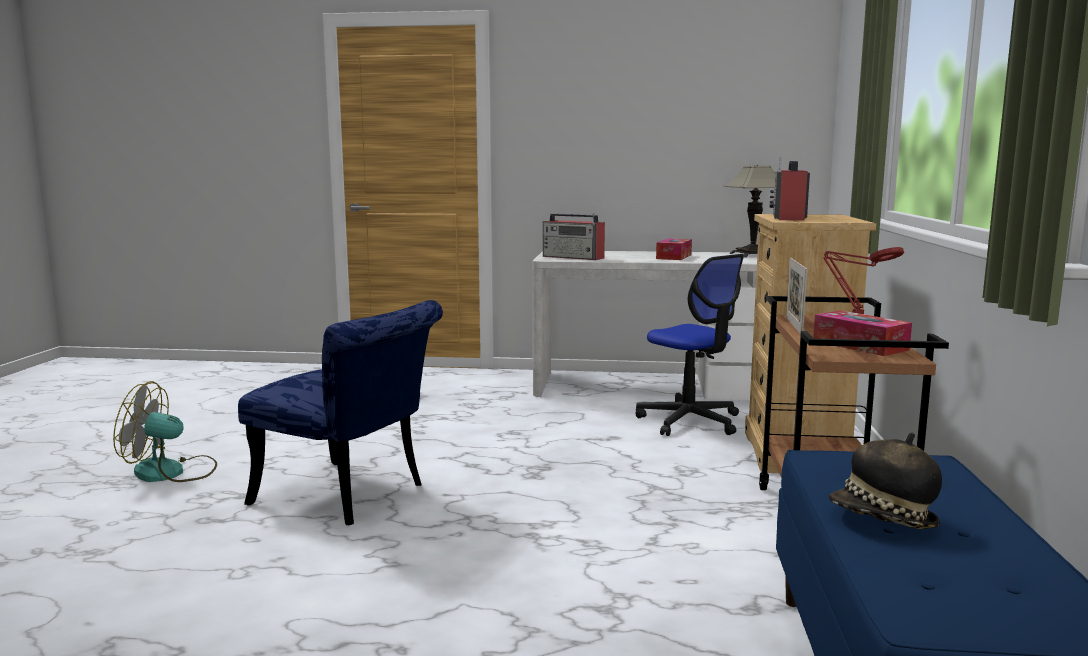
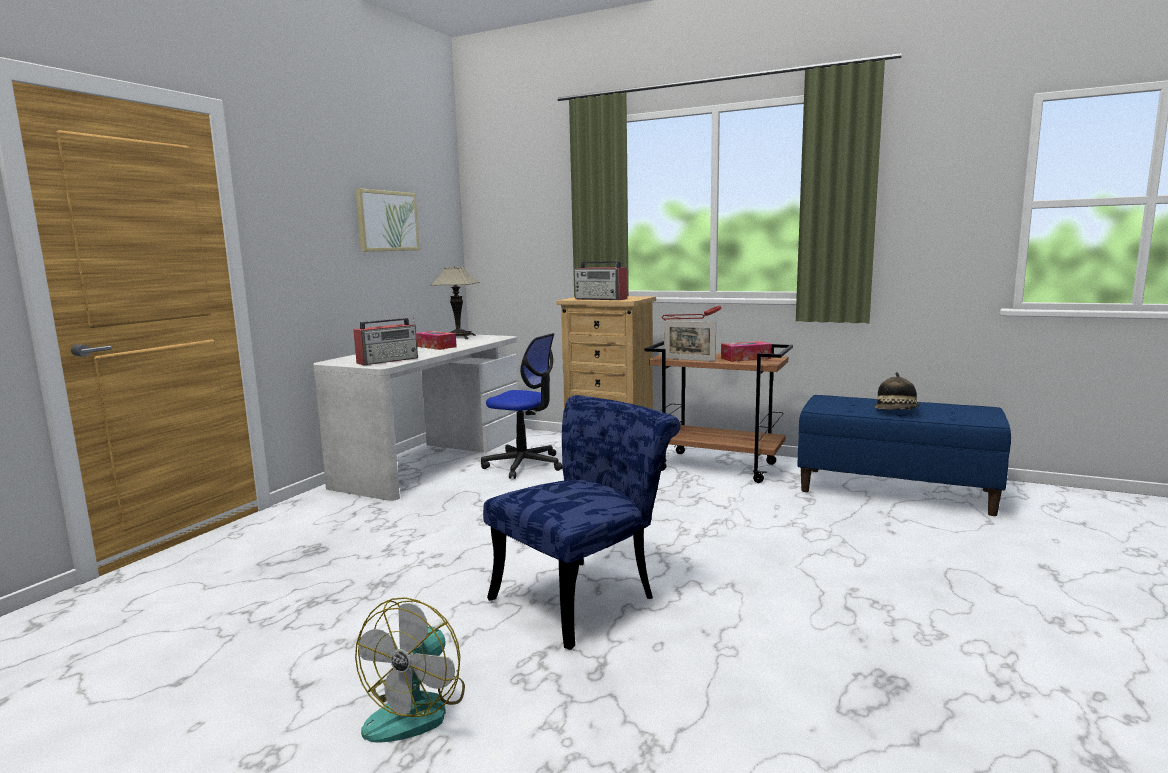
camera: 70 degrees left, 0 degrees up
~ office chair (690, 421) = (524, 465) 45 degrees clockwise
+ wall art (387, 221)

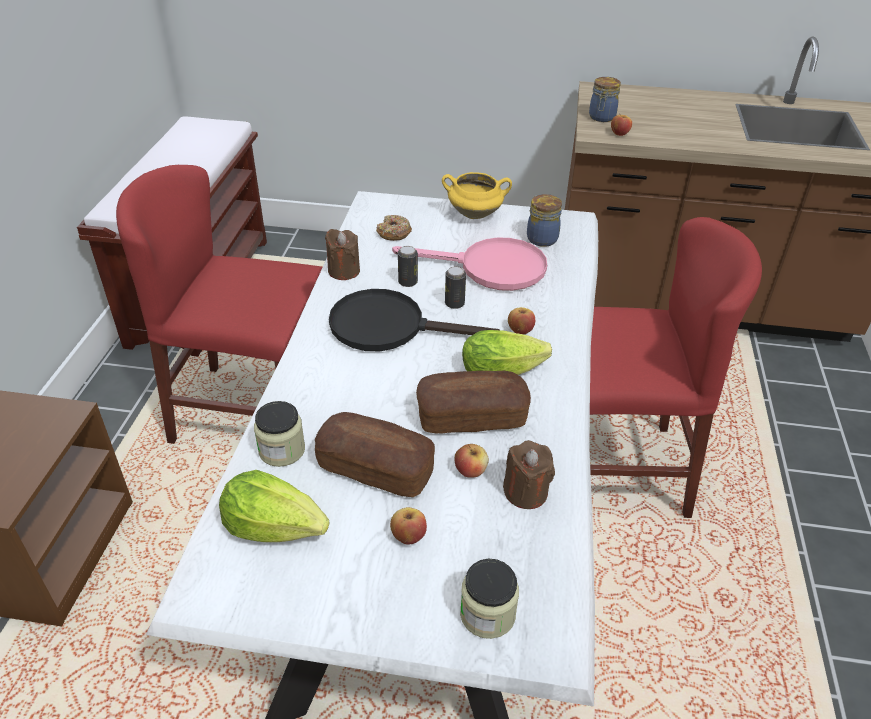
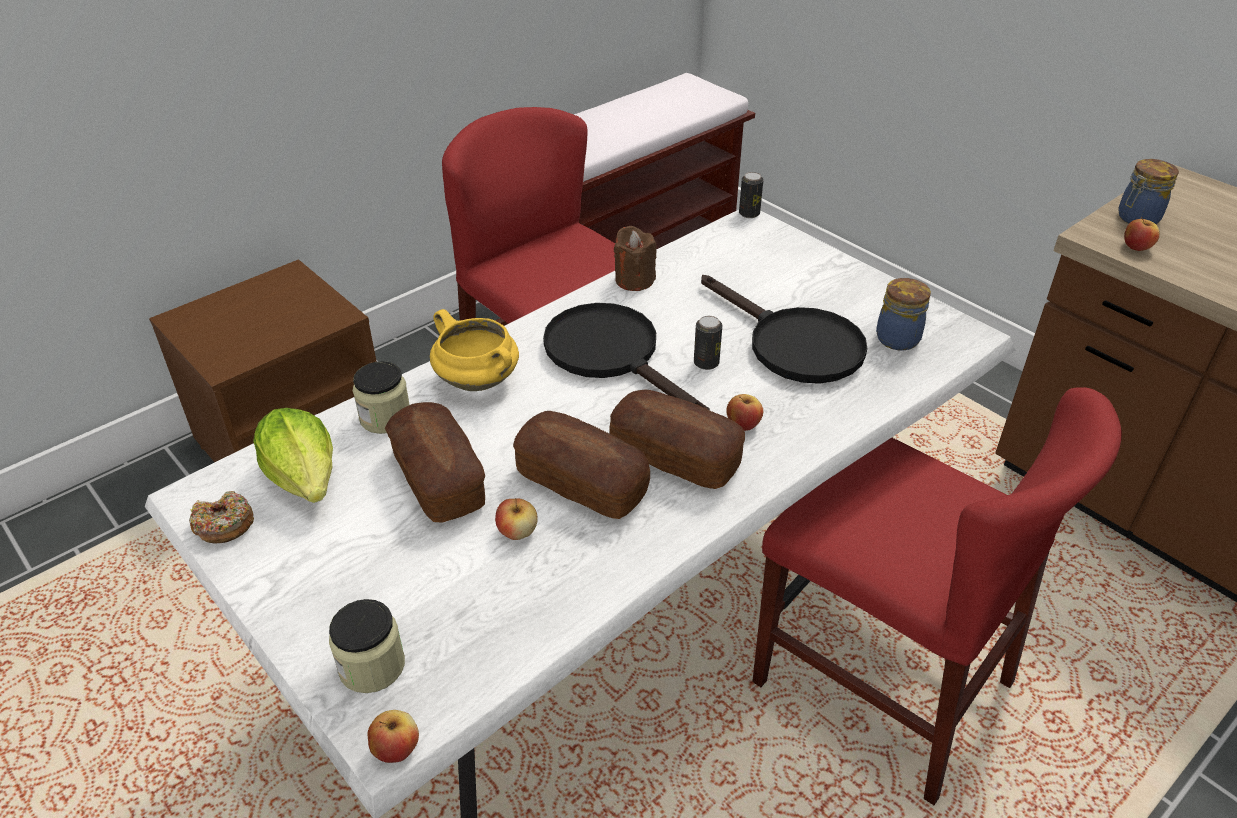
camera: 40 degrees right, 0 degrees up
~ donut (394, 233) to (224, 525)
~ apple (408, 536) to (396, 749)
~ frying pan (pinkish) (490, 268) to frying pan (blackish) (793, 344)
~ sealed can (408, 282) to (749, 214)
~ stockpot (yellowish) (475, 214) to (479, 381)
~ lettuce head (506, 370) to baked bread (675, 456)
- candle (brown-coloured) (525, 492)

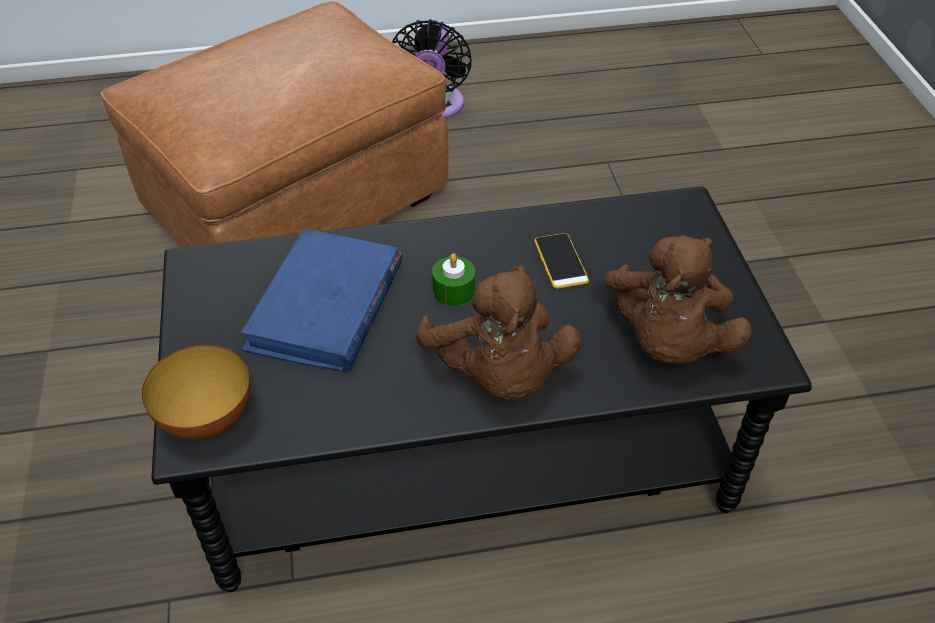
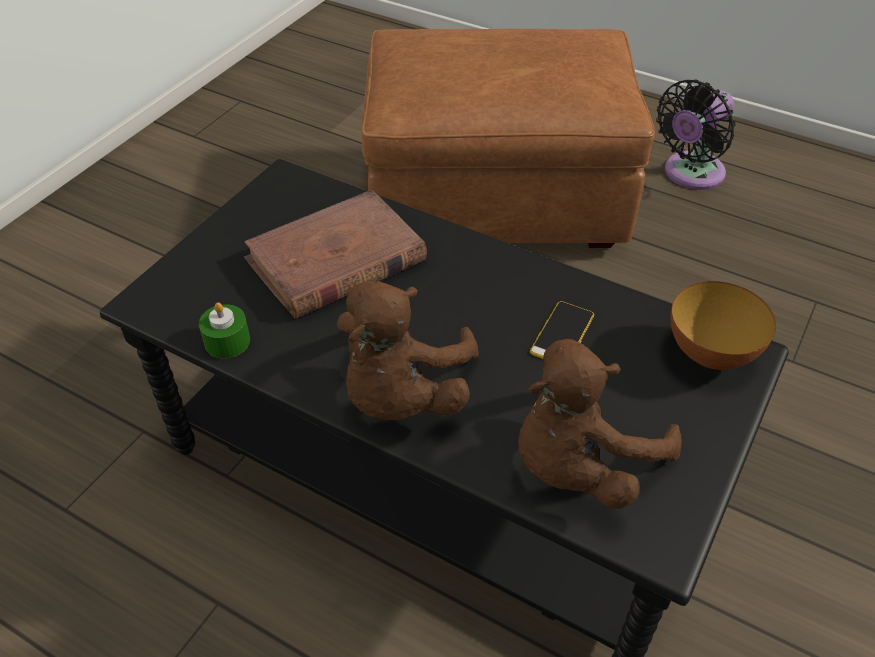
camera: 40 degrees right, 0 degrees up
~ deep dish (207, 420) to (710, 354)
~ bound book (bluish) (326, 307) to bound book (brown-coloured) (335, 261)
~ candle (greenish) (454, 290) to (227, 341)

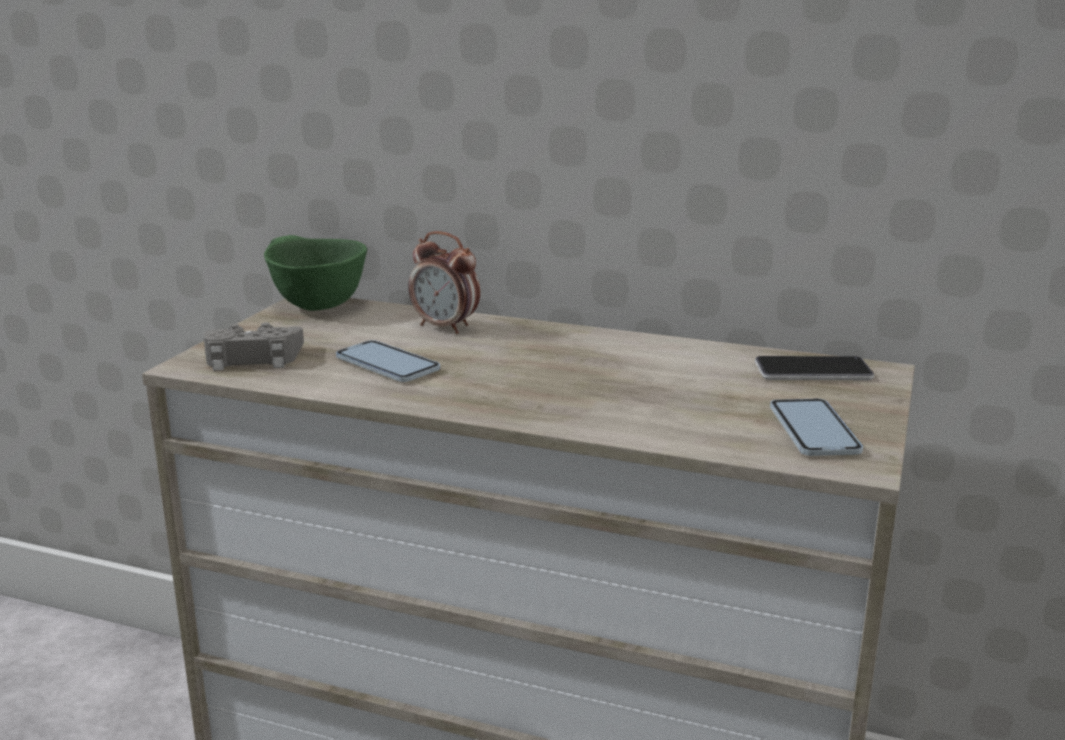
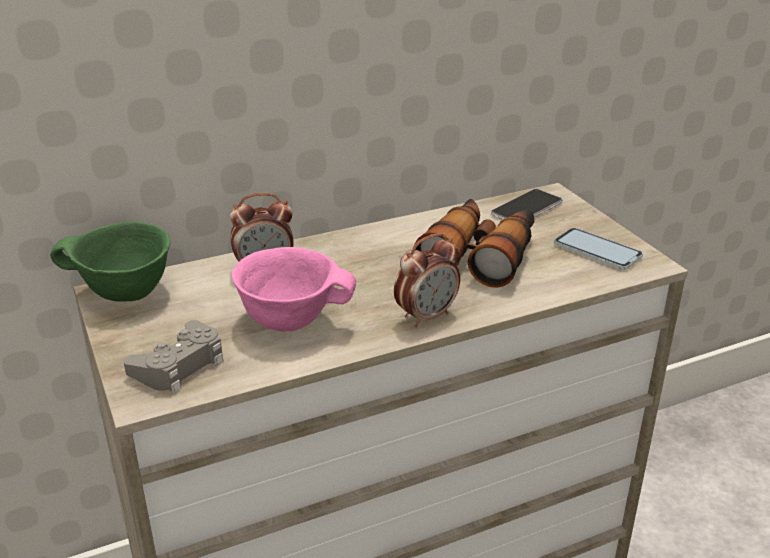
camera: 45 degrees left, 10 degrees up
~ phone (387, 364) to deep dish (pinkish) (291, 320)
+ table clock (426, 316)
+ pair of binoculars (481, 254)

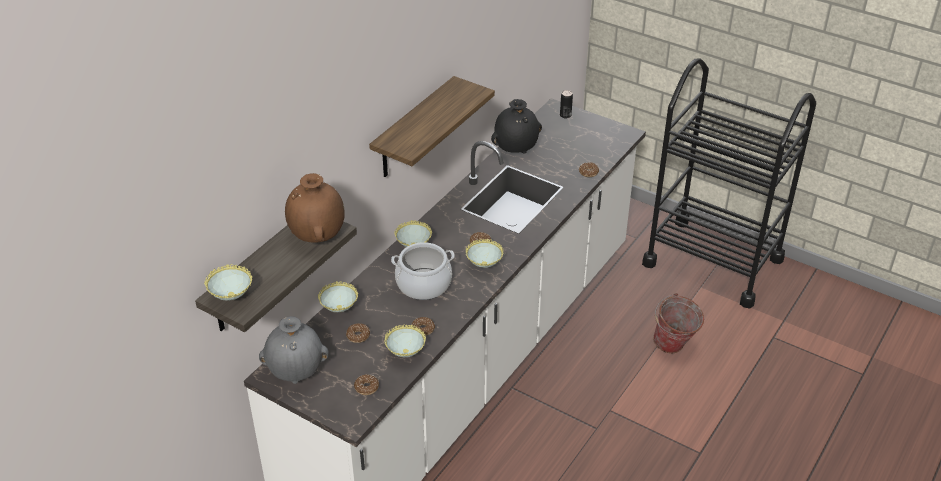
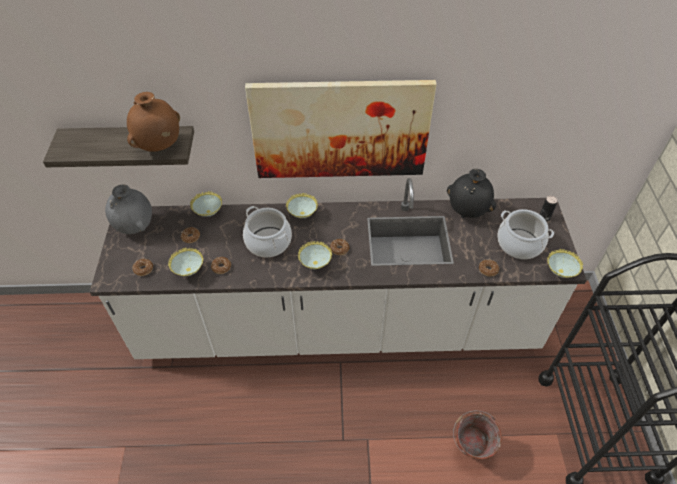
camera: 55 degrees right, 10 degrees up
~ deep dish (231, 298) to (559, 273)
~ shelf (413, 129) to wall art (340, 130)
+ stockpot (519, 244)

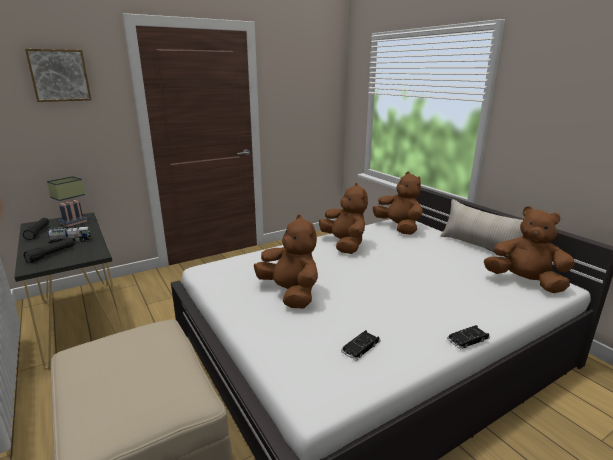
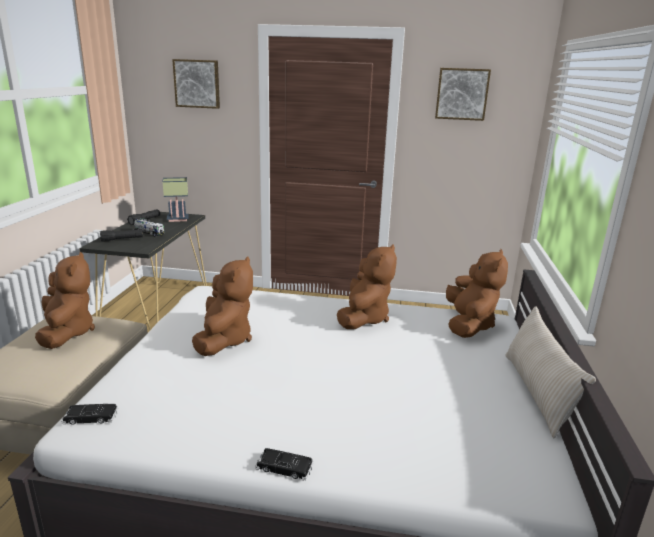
camera: 40 degrees right, 0 degrees up
~ miniature car (blackish) (361, 348) to (91, 417)
~ cuddly toy (brown-coloured) (525, 282) to (67, 333)
+ wall art (462, 94)

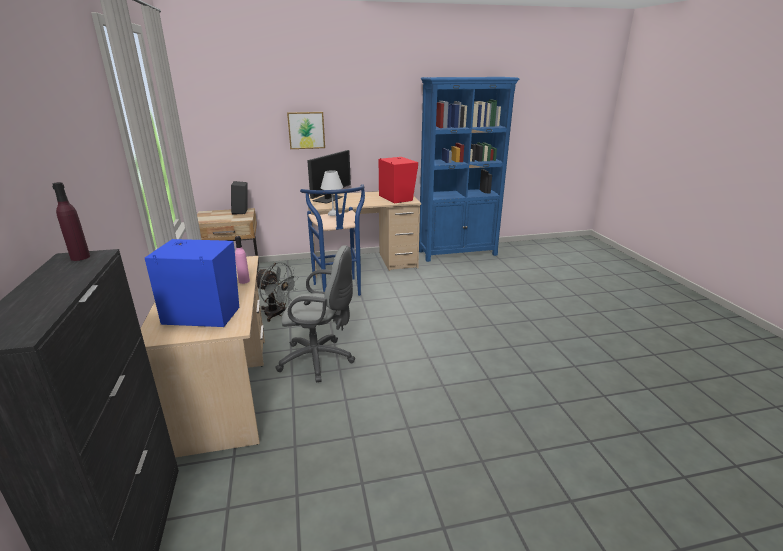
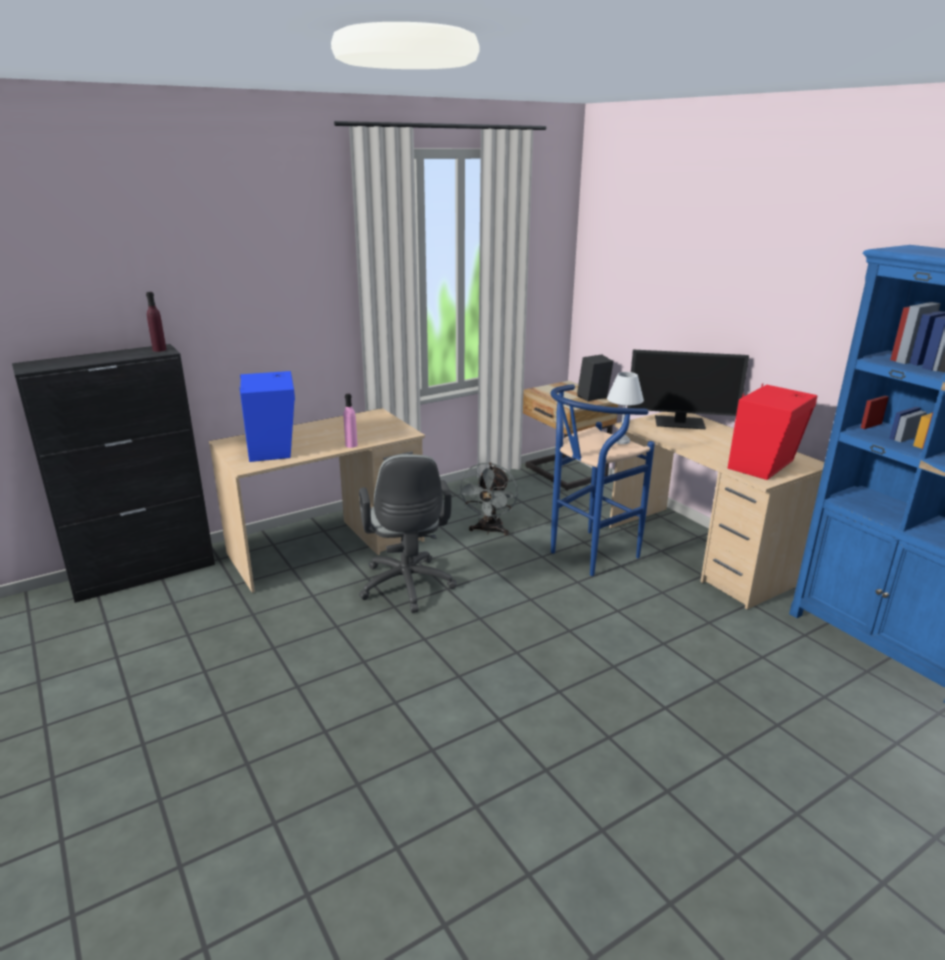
camera: 70 degrees right, 0 degrees up
- wall art (306, 130)

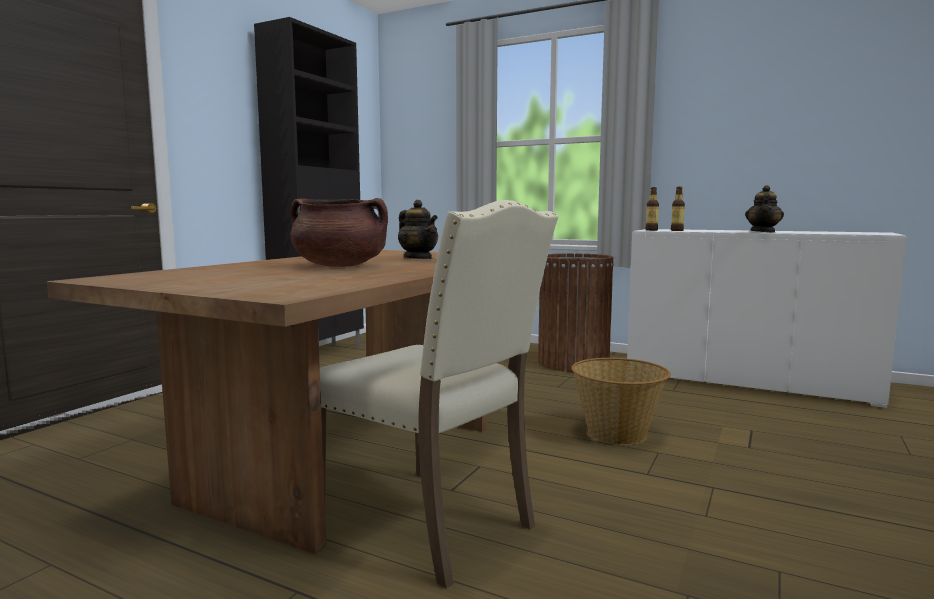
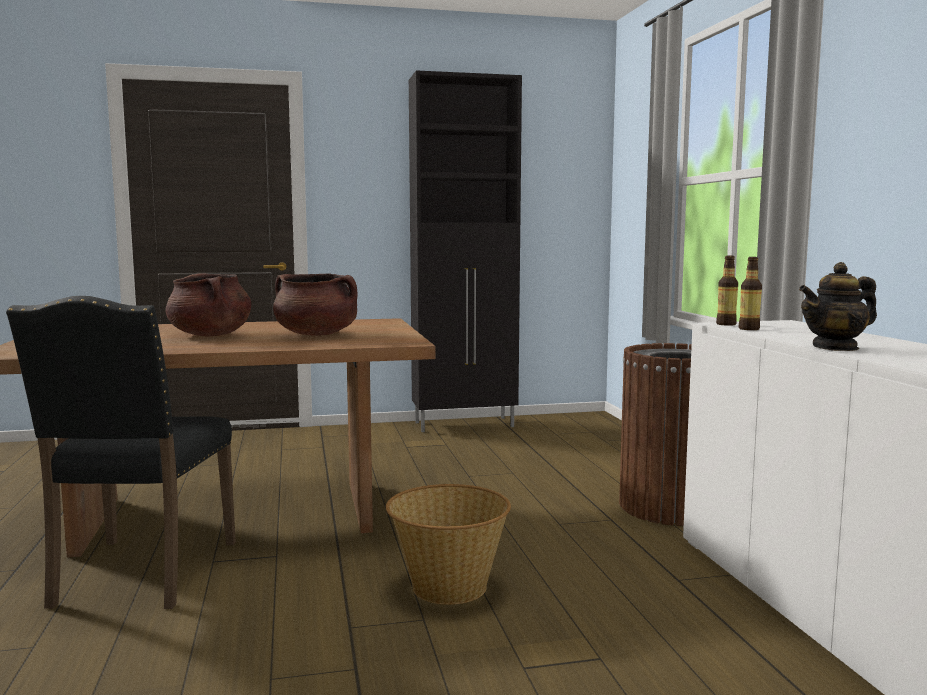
camera: 50 degrees right, 0 degrees up
~ upright chair (beige) (431, 525) to upright chair (blackish) (141, 574)
~ pot for tea (418, 258) to stockpot (brown-coloured) (317, 334)

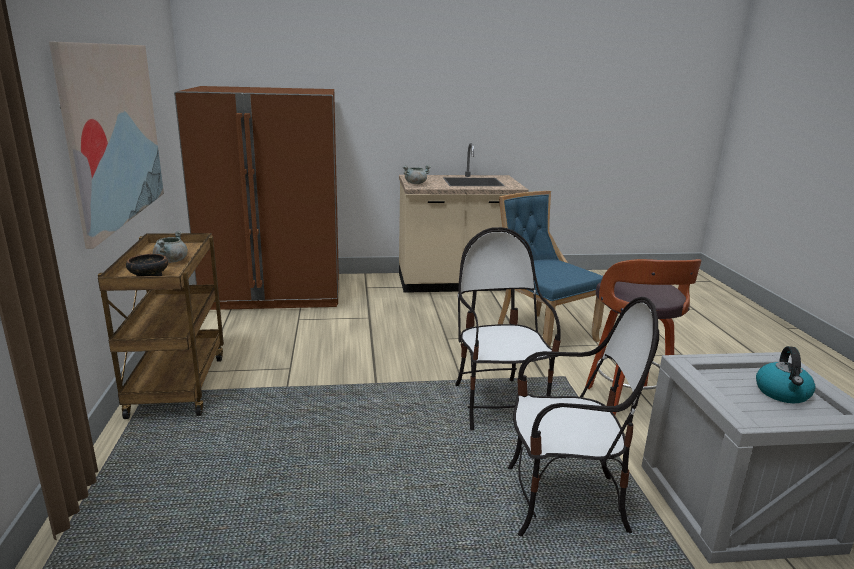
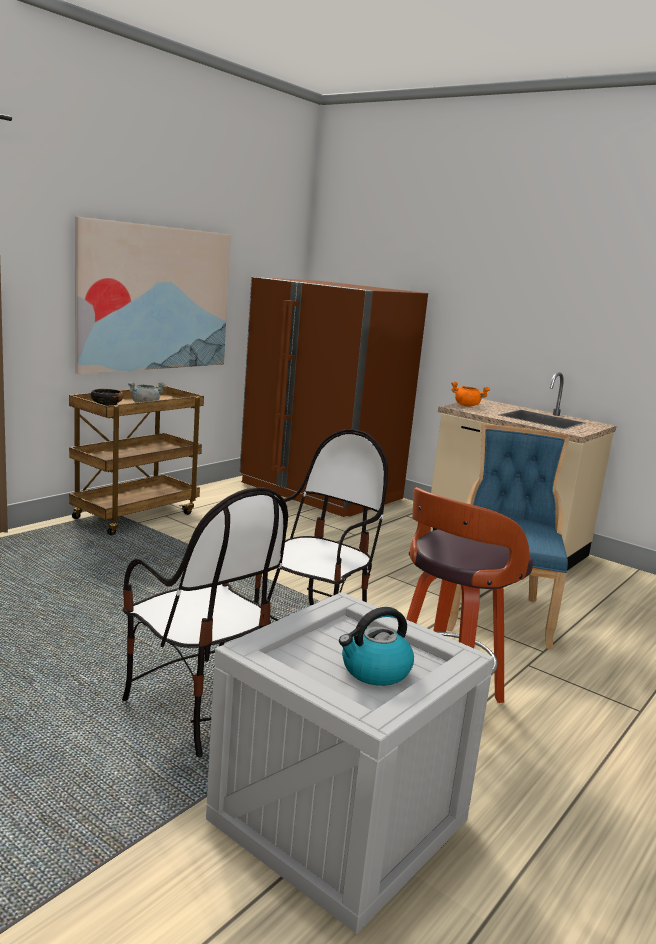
camera: 45 degrees right, 5 degrees down
~ stockpot (gray) (415, 183) to stockpot (orangey) (467, 406)

